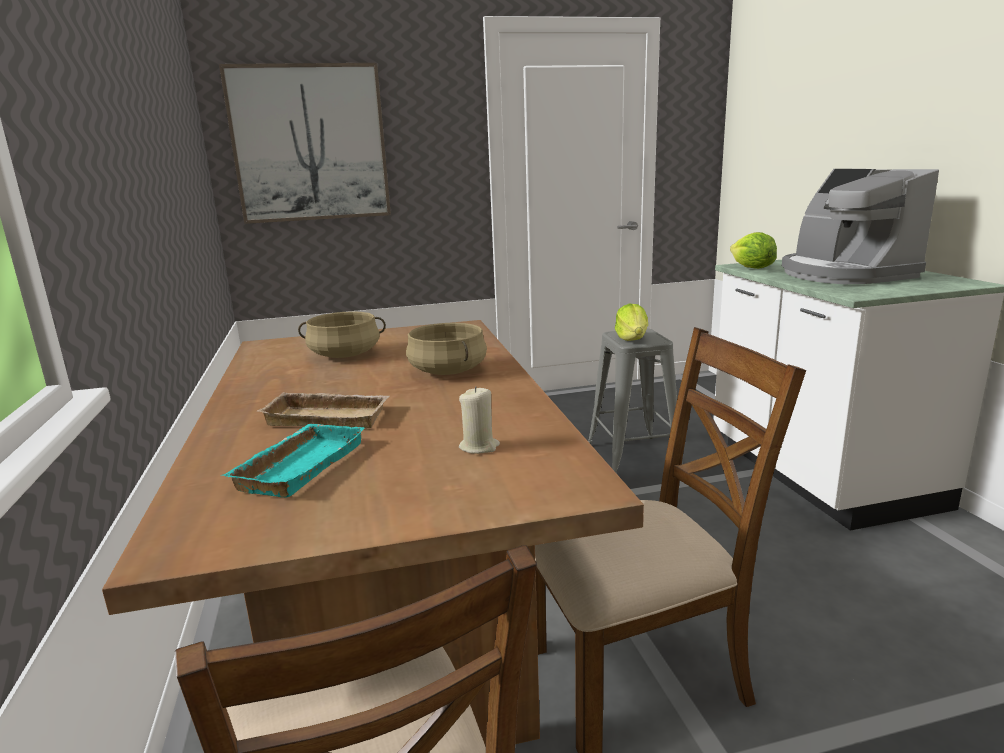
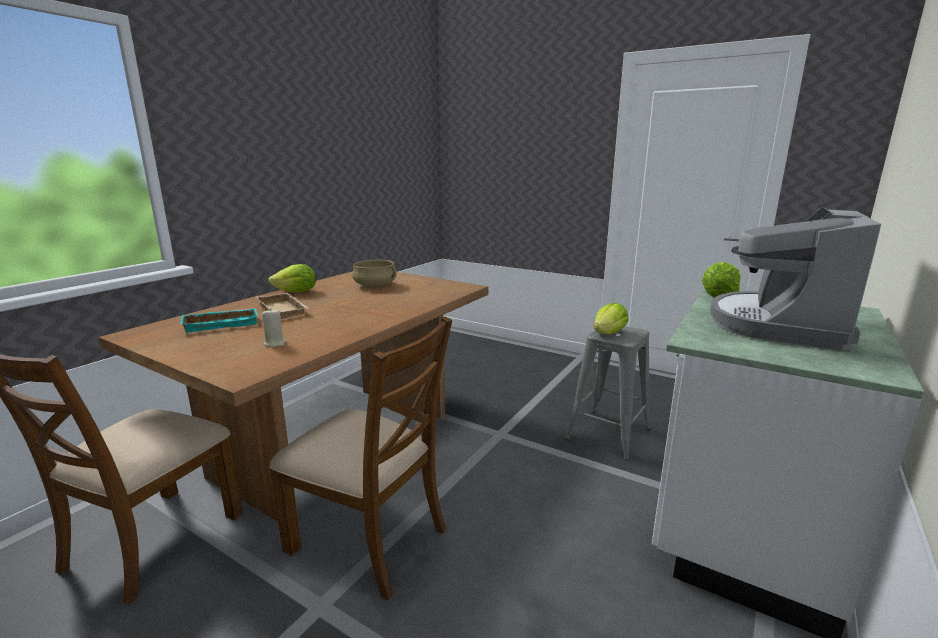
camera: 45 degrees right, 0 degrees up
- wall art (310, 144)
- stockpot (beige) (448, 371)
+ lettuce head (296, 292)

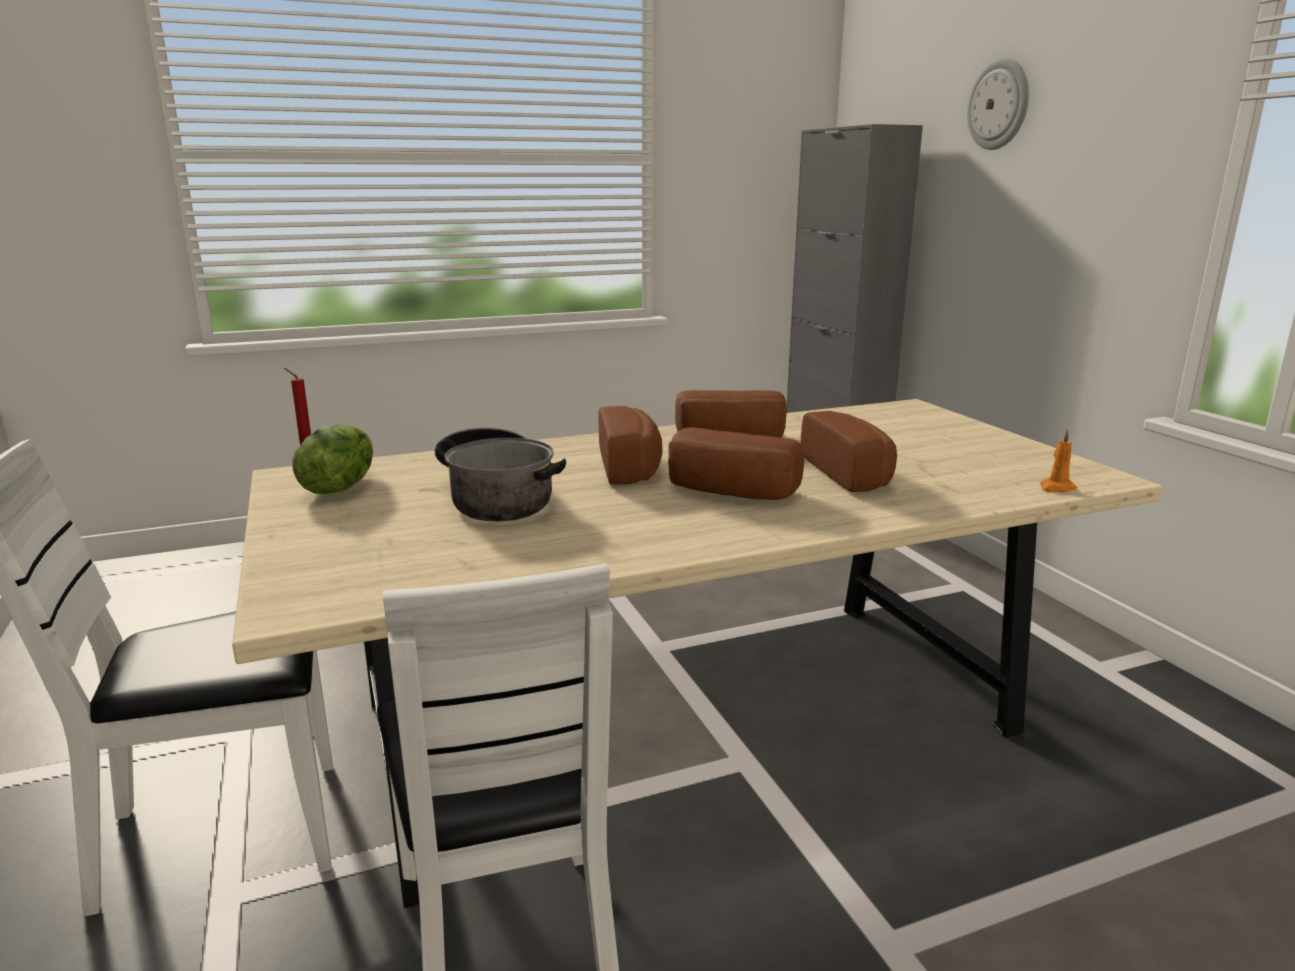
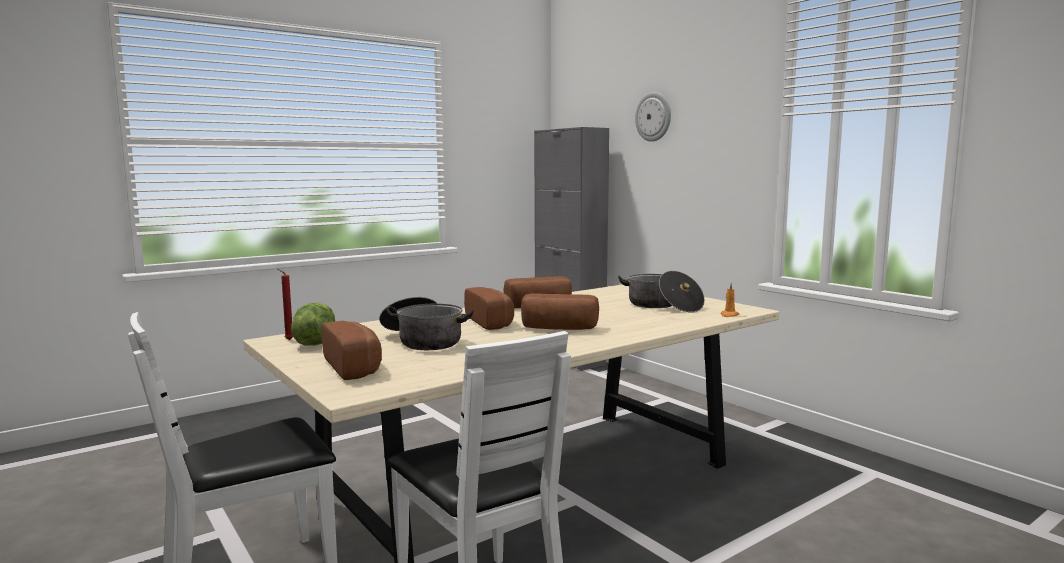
camera: 15 degrees left, 10 degrees down
~ baked bread (850, 473) to (355, 366)
+ stockpot (662, 306)

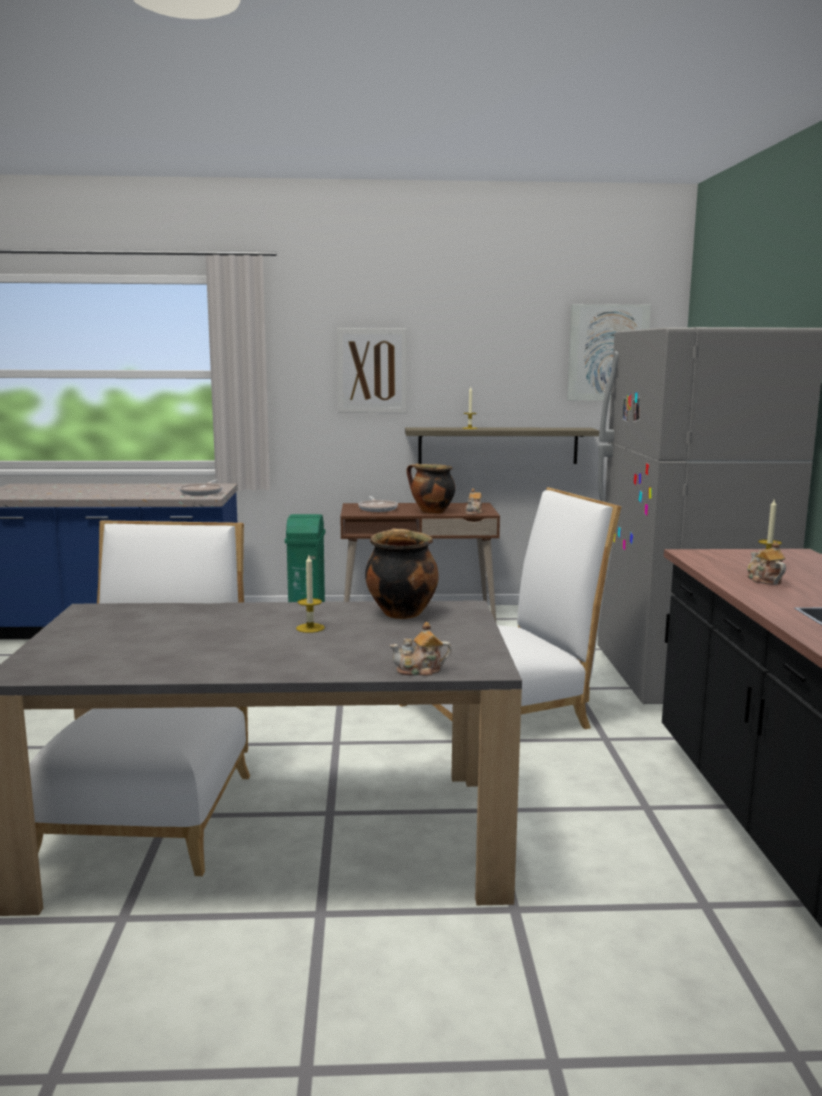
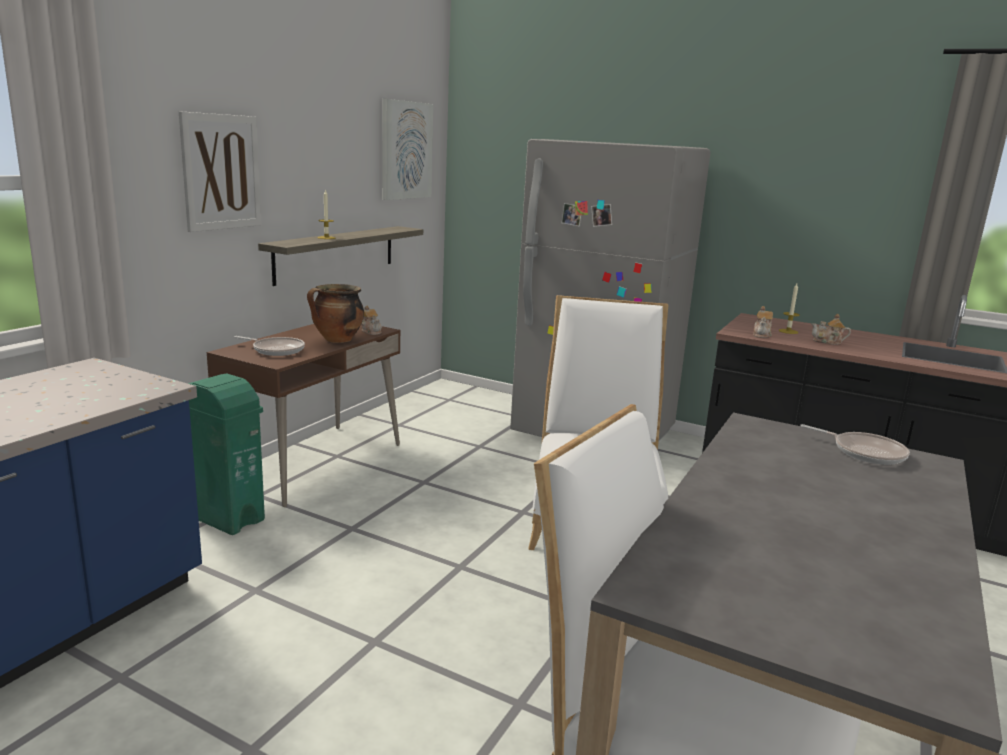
camera: 60 degrees left, 5 degrees up
~ frying pan (202, 492) to (864, 452)
- candle (310, 628)
- stockpot (400, 613)
~ pot for tea (420, 671) to (762, 335)

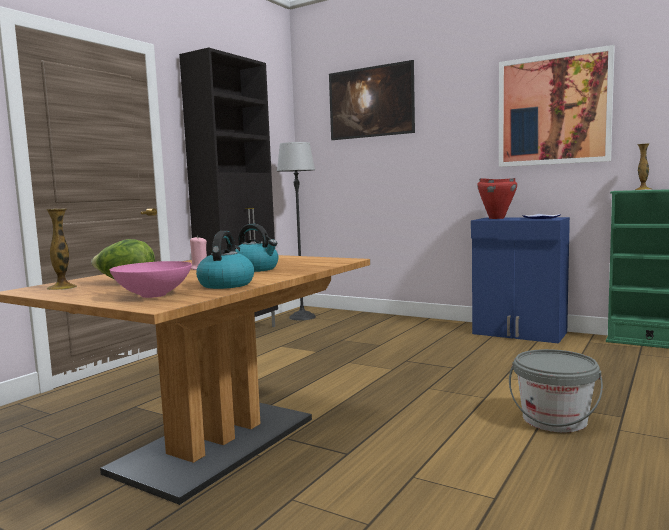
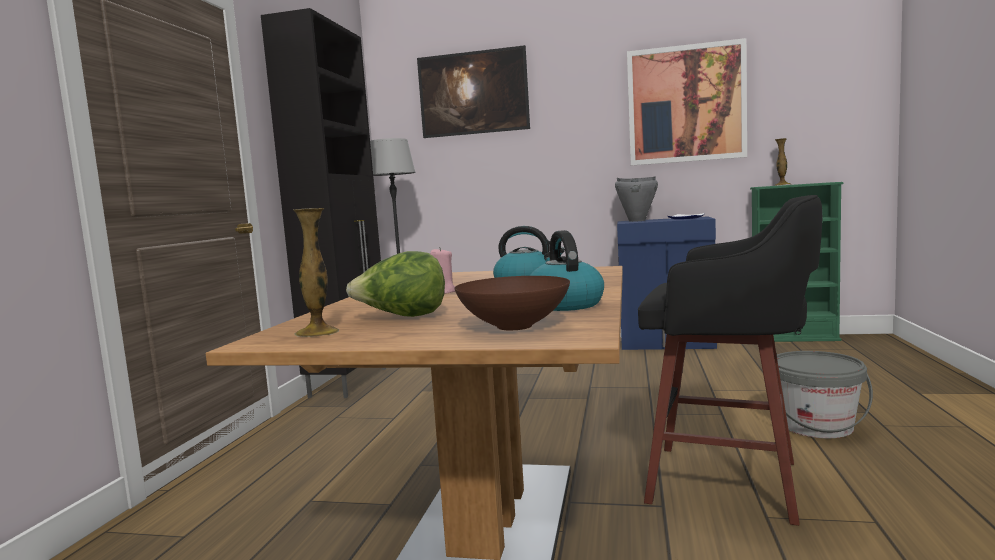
camera: 20 degrees left, 0 degrees up
~ deep dish (pinkish) (153, 295) to deep dish (brown-coloured) (513, 326)
~ stockpot (red) (496, 218) to stockpot (gray) (636, 221)
+ sitting stool (blackish) (729, 483)

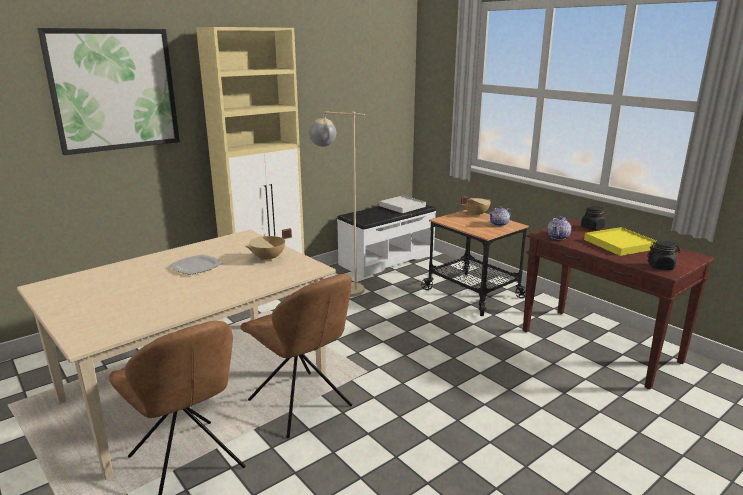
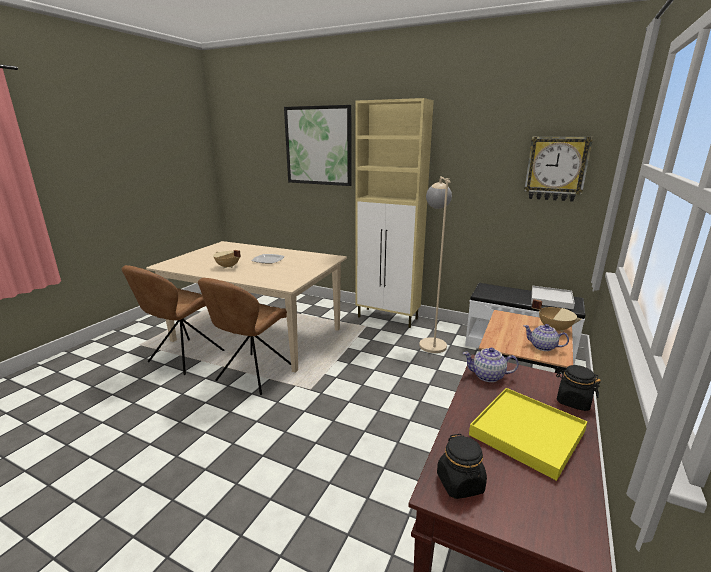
camera: 65 degrees right, 0 degrees up
~ stockpot (beige) (268, 258) to (228, 267)
+ clock on the wall (556, 169)

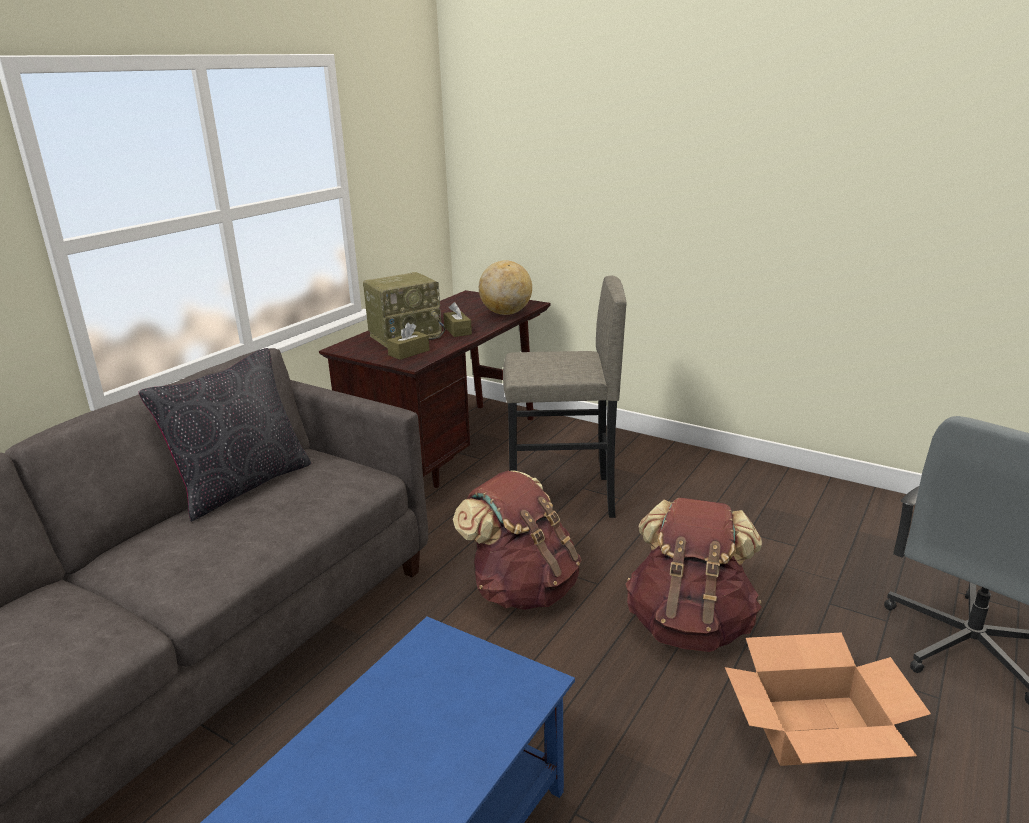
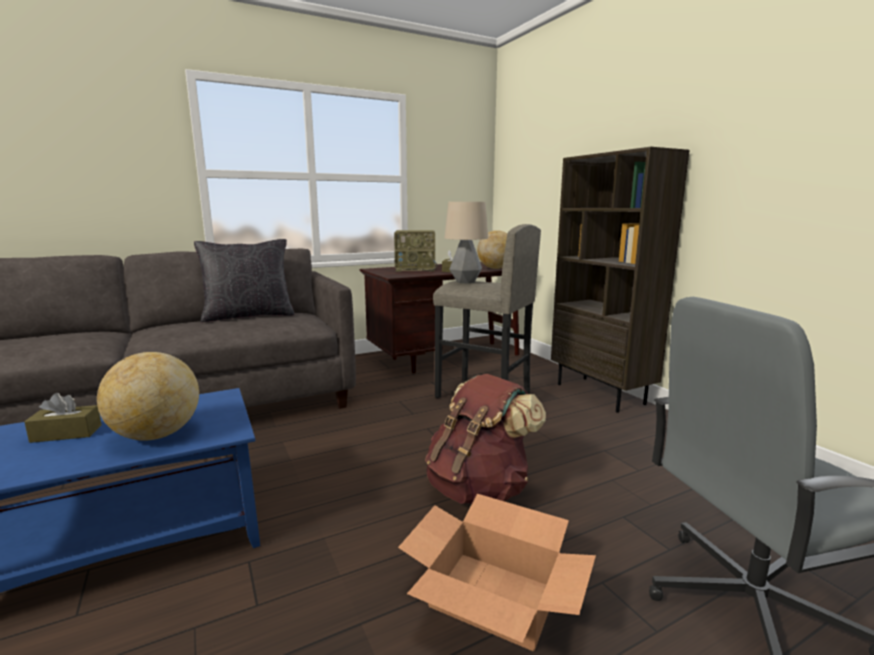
camera: 30 degrees right, 10 degrees down
~ box of tissues (brown-coloured) (409, 352) to (66, 433)
- rucksack (brown-coloured) (522, 589)
+ world globe (156, 435)
+ lamp for a table (465, 282)
+ shelving unit (brown-coloured) (601, 394)

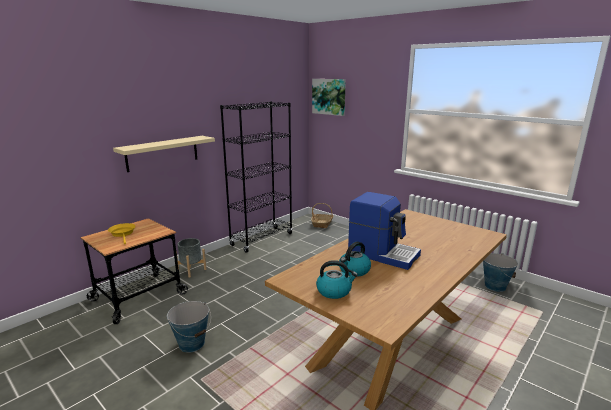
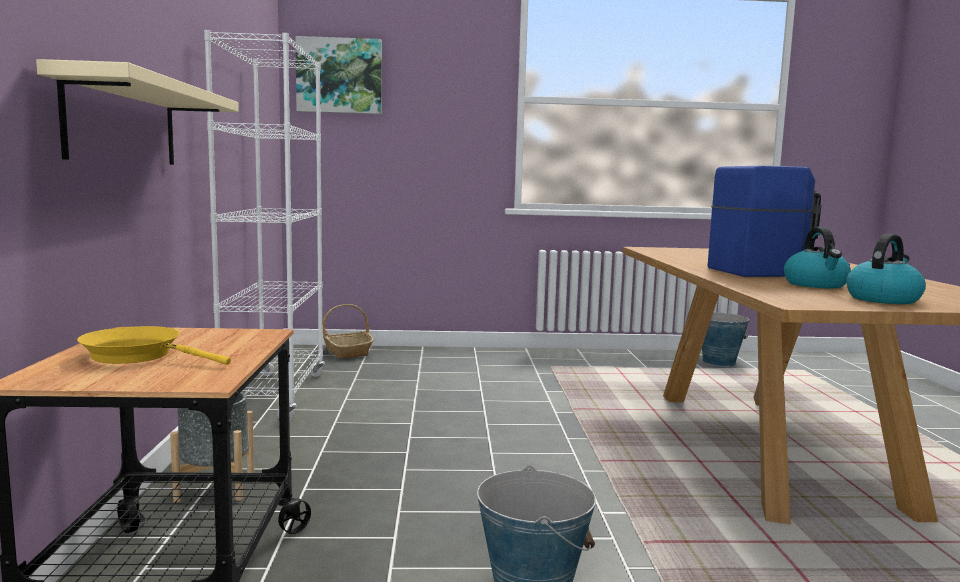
camera: 45 degrees left, 10 degrees down
~ shelving unit (blackish) (262, 239) to shelving unit (whitish) (275, 396)

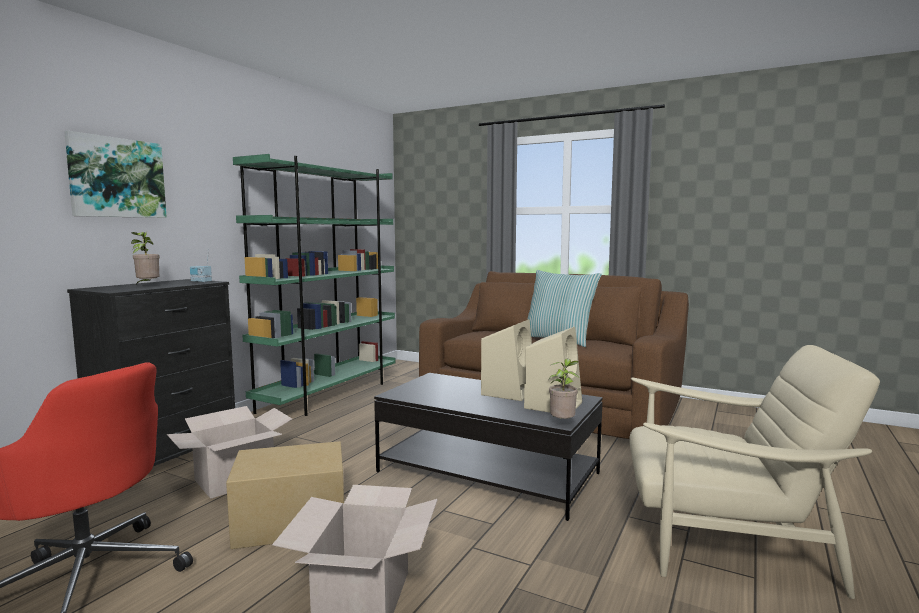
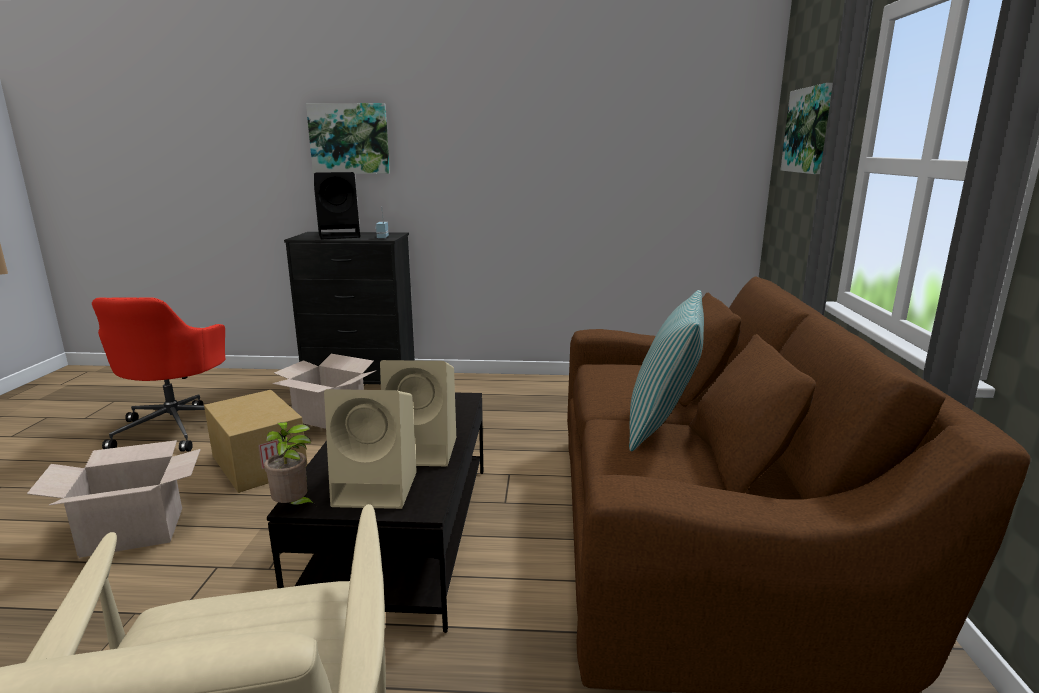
camera: 65 degrees right, 10 degrees up
~ potted plant (147, 285) to audio speaker (blackish) (340, 236)
- shelving unit (greenish) (330, 395)
+ wall art (809, 130)

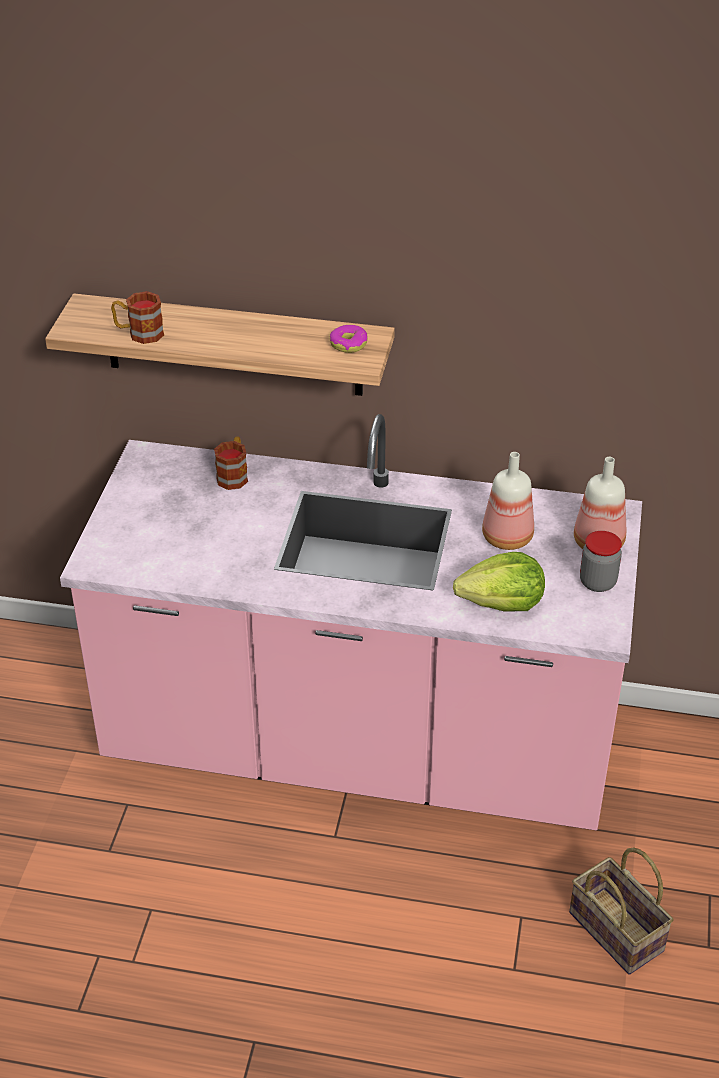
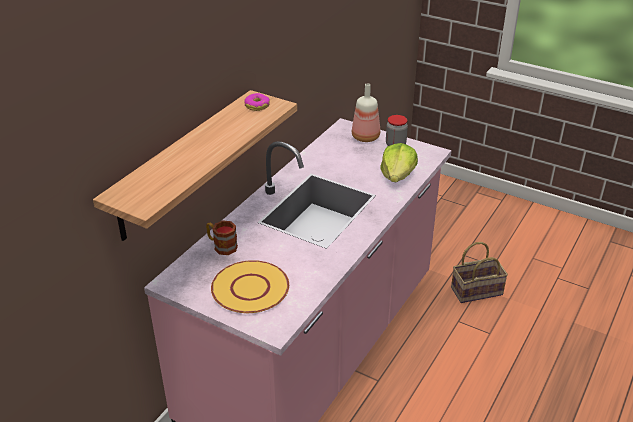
camera: 70 degrees left, 5 degrees down
- coffee mug (139, 333)
- bottle (508, 539)
+ plate (yellowish) (249, 288)

